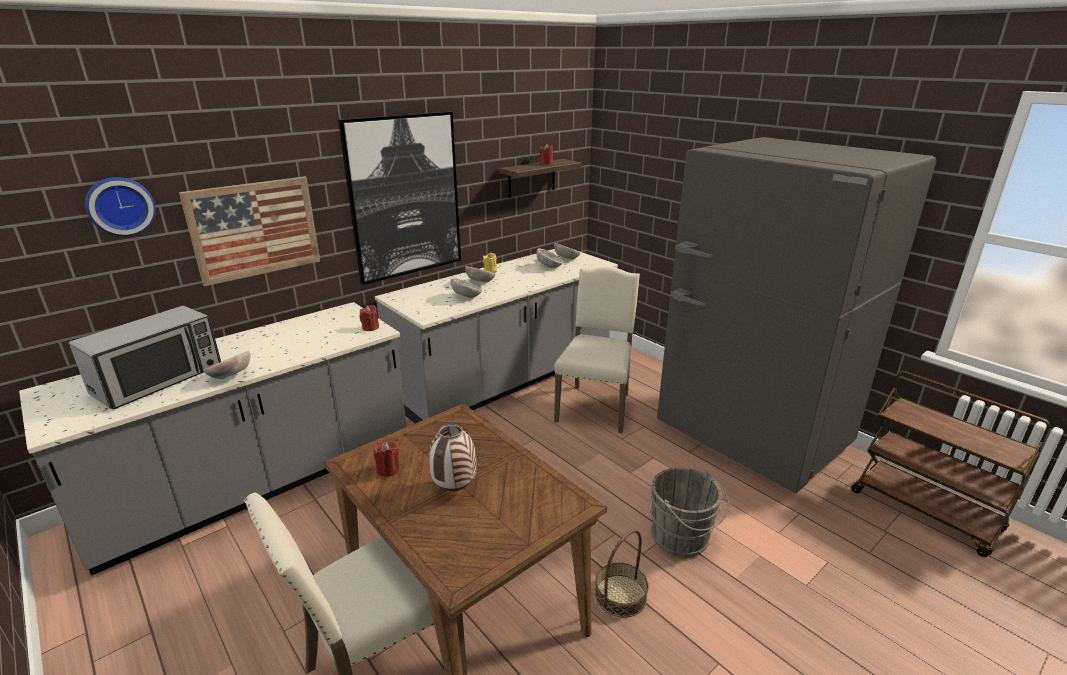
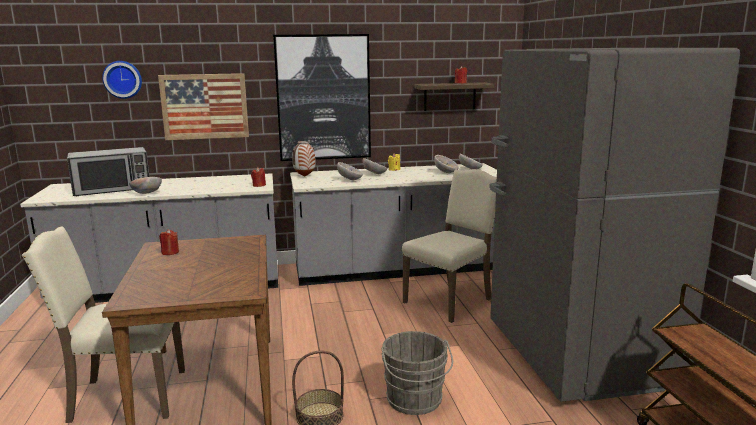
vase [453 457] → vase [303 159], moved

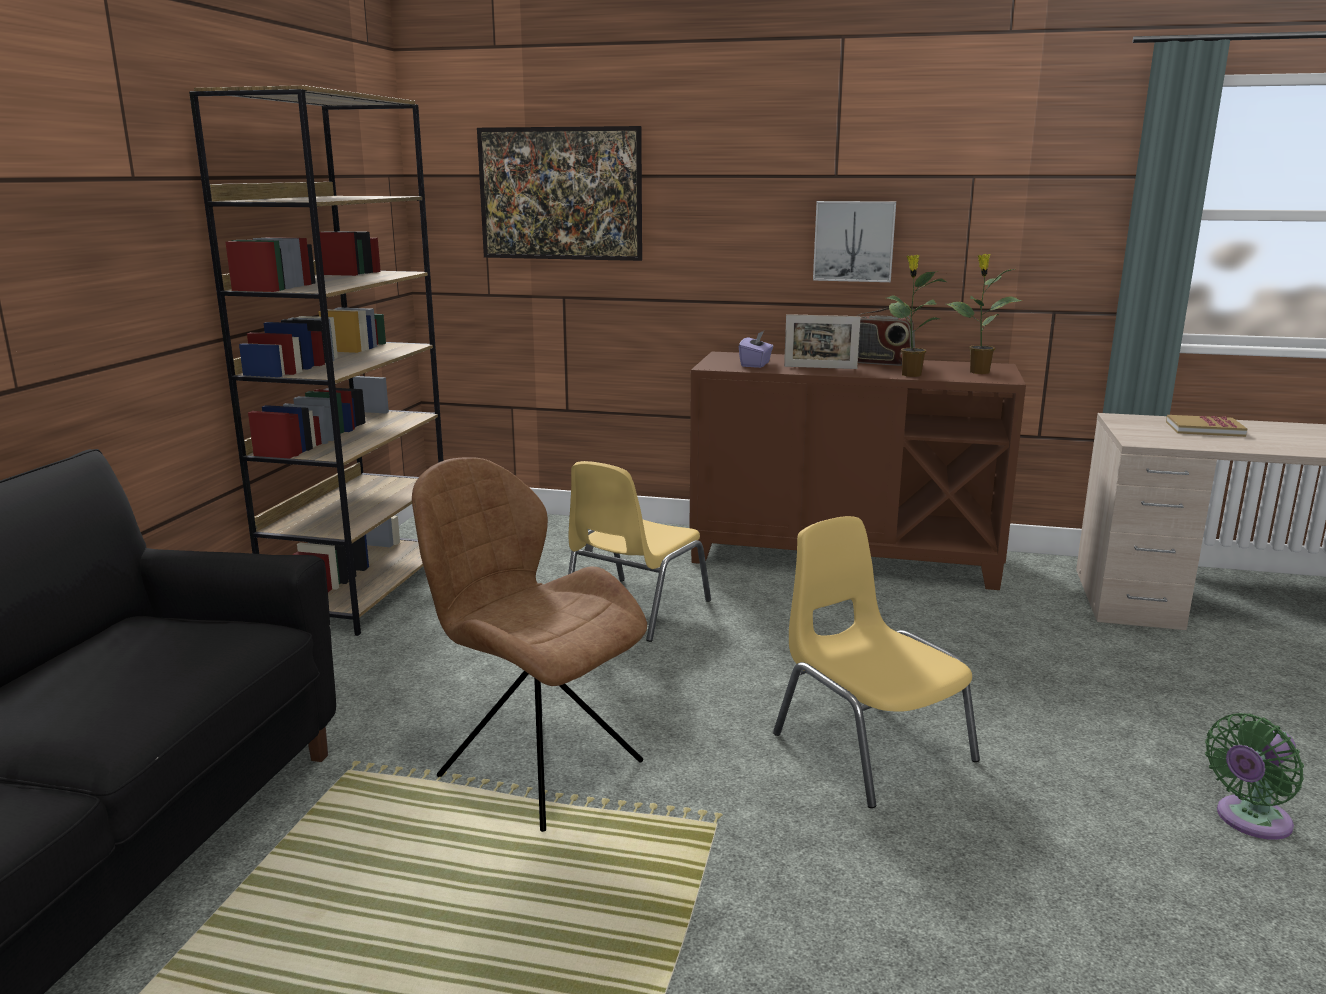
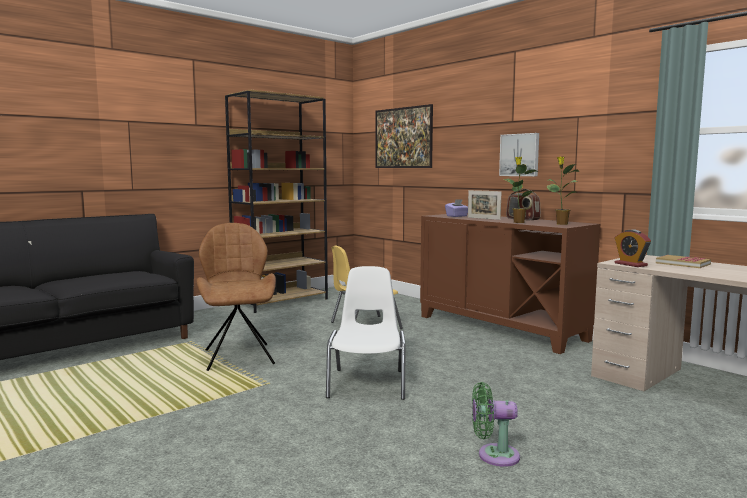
chair (yellow) [876 662] → chair (white) [365 333]
- → alarm clock [633 248]

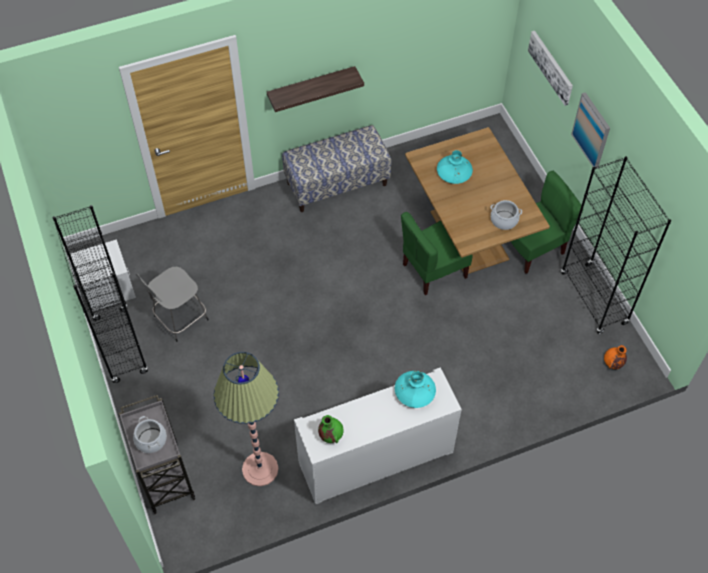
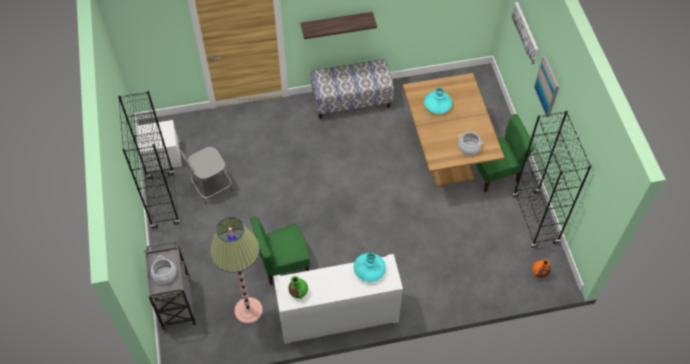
chair (green) [437 253] → chair (green) [280 251], moved

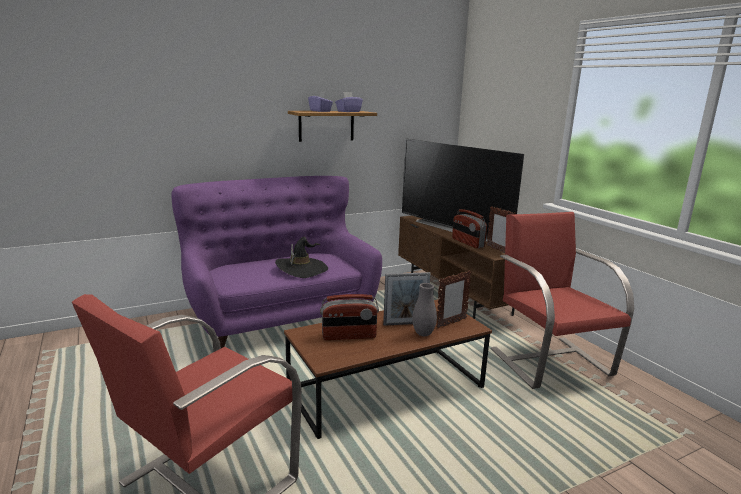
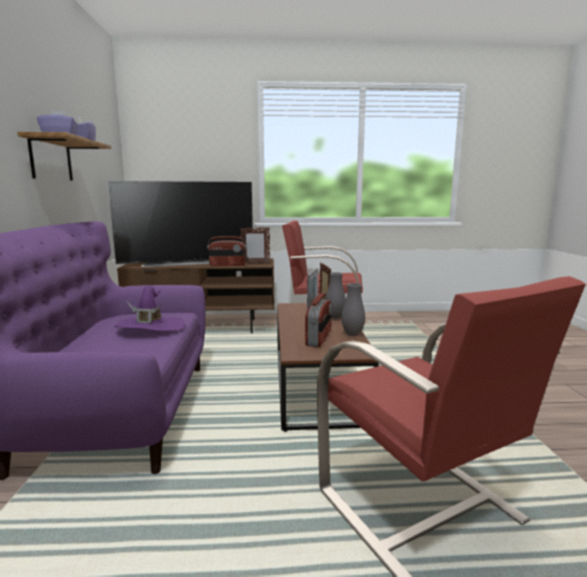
hat (black) [301 257] → hat (purple) [149 308]
- → vase (grey) [353 309]

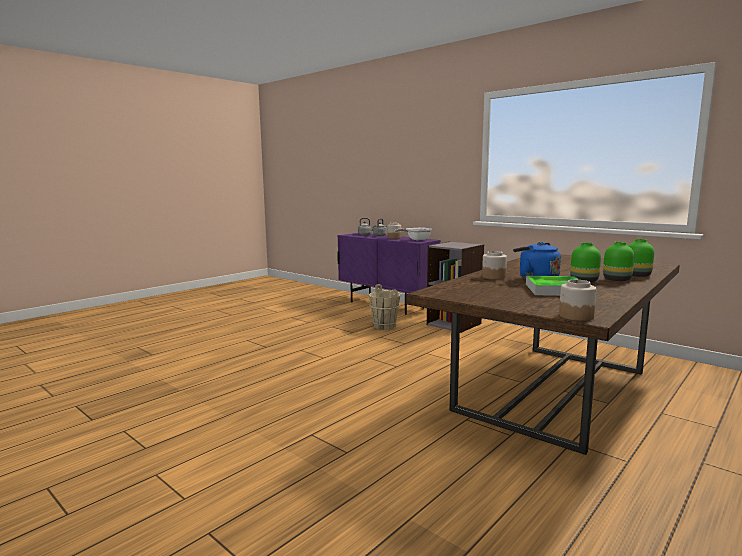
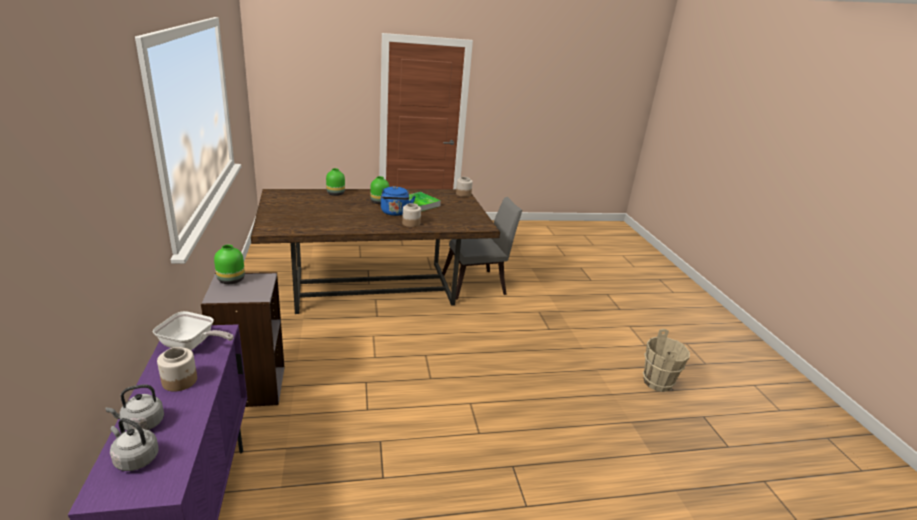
vase (green) [618 261] → vase (green) [229 264], moved
- → chair (grey) [482 248]
bucket (beige) [384 307] → bucket (beige) [666 360], moved

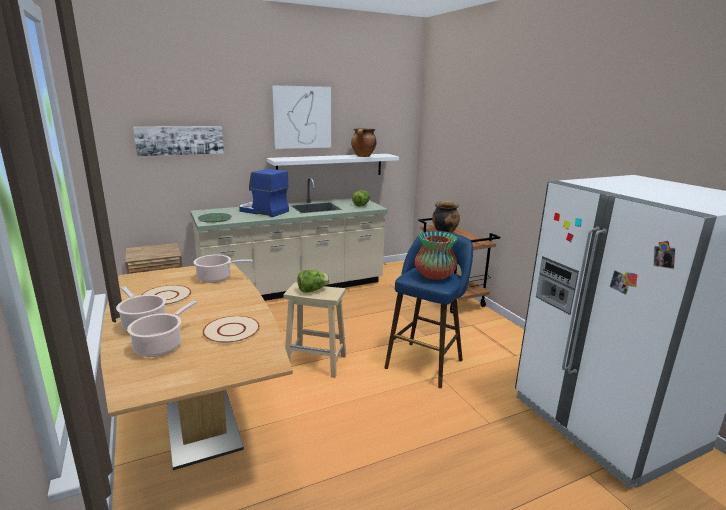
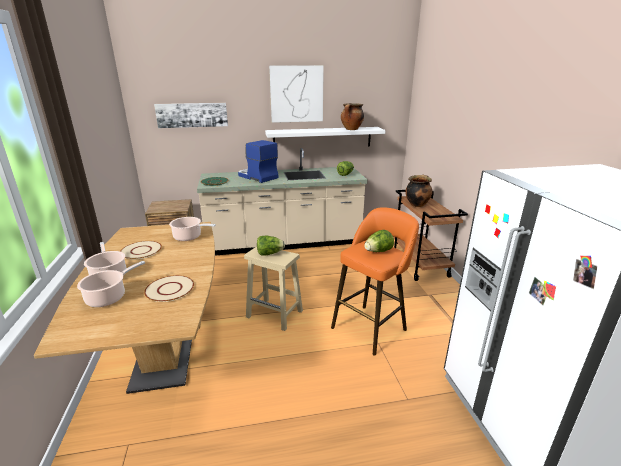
stool (blue) [428 309] → stool (orange) [375 281]
vase [436 255] → lettuce [379 241]

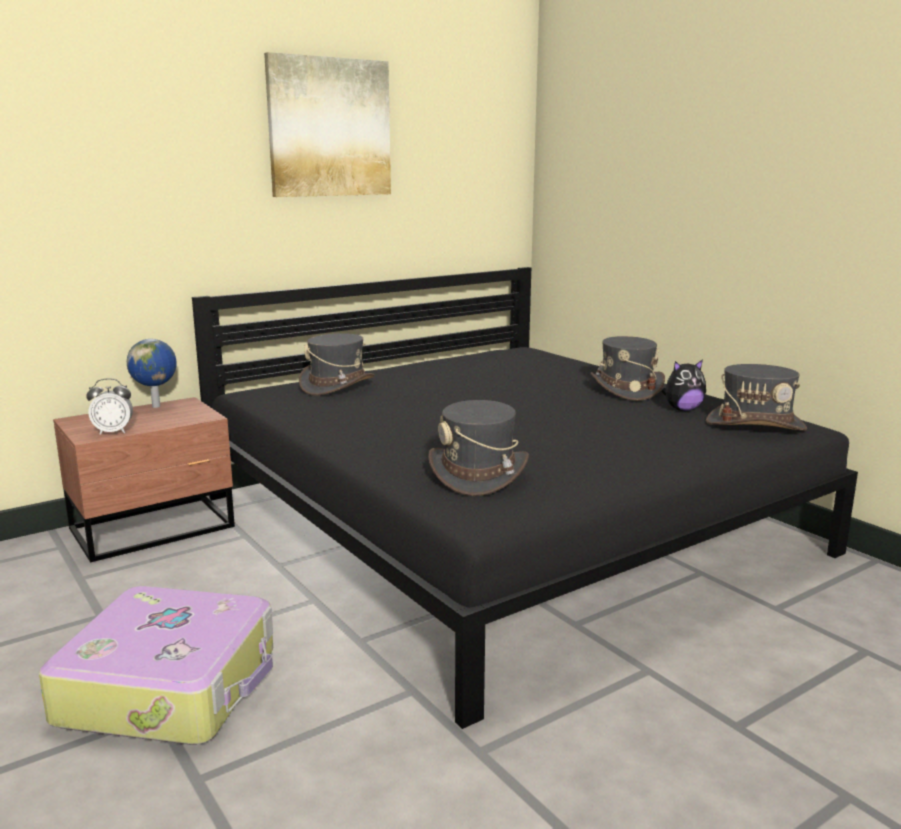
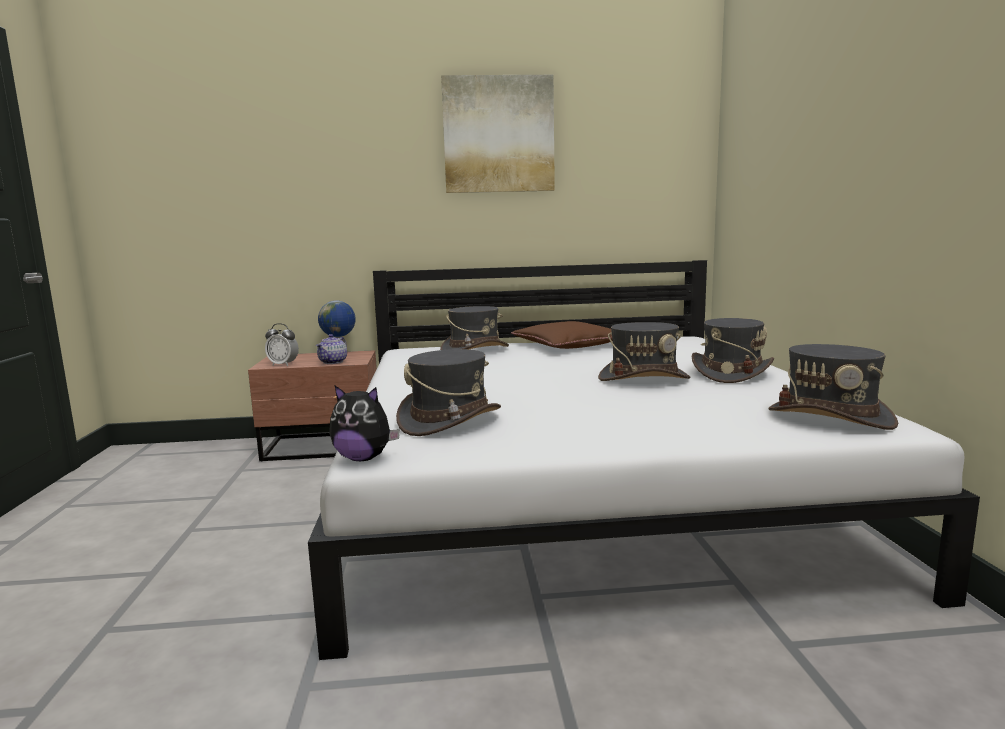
bed (black) [525 498] → bed (white) [644 460]
- → teapot [331 349]
plush toy [684 385] → plush toy [364 423], moved
- → pillow (brown) [562 335]
- → hat (grey) [644 351]
suitcase [156 665] → -

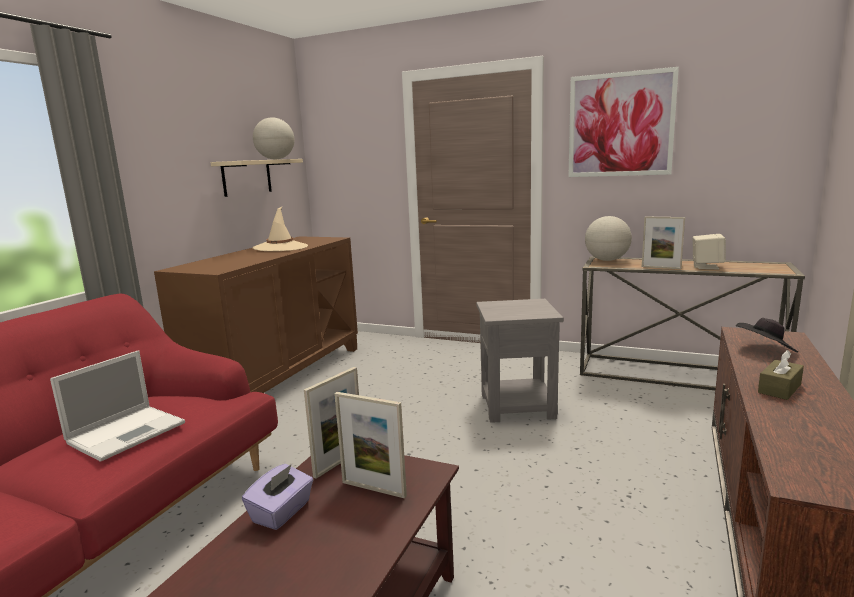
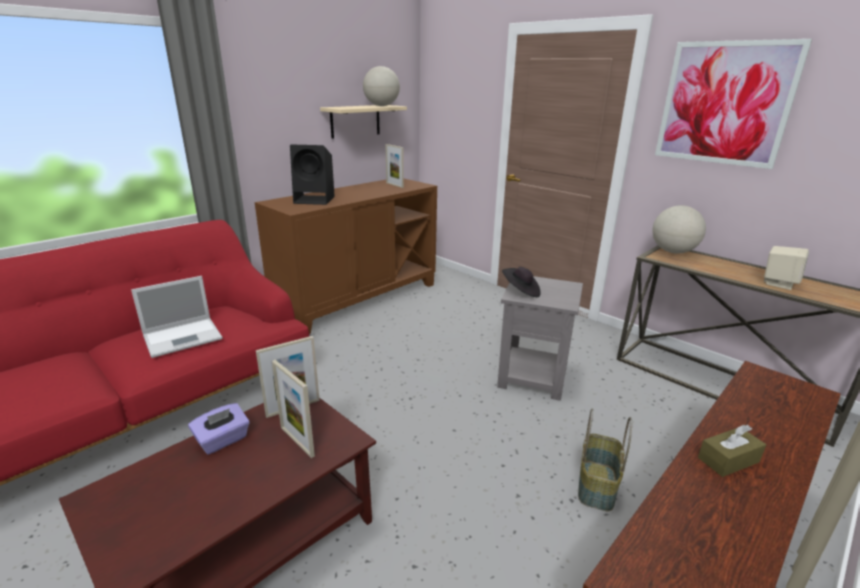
- → speaker (black) [312 174]
picture frame [663 243] → picture frame [395 166], moved
hat (black) [767 335] → hat (black) [521 282], moved
- → basket [605 460]
hat (beige) [280 228] → -

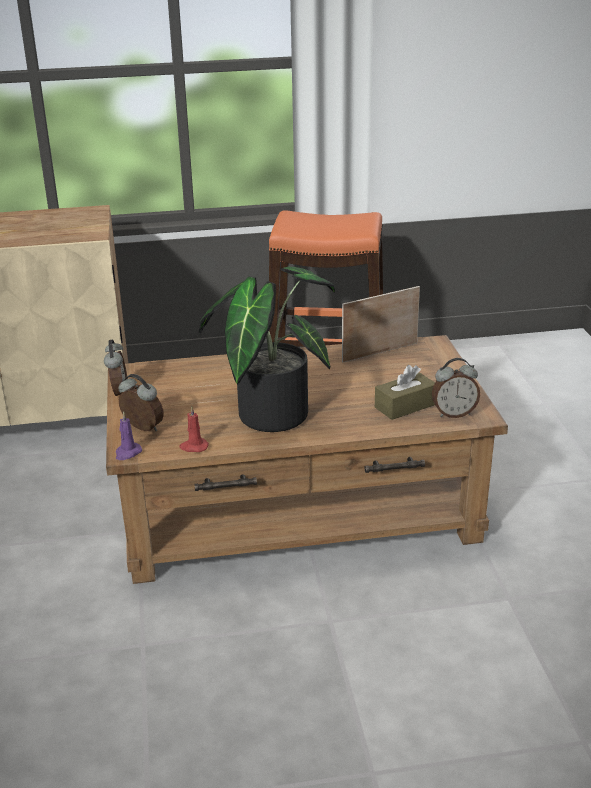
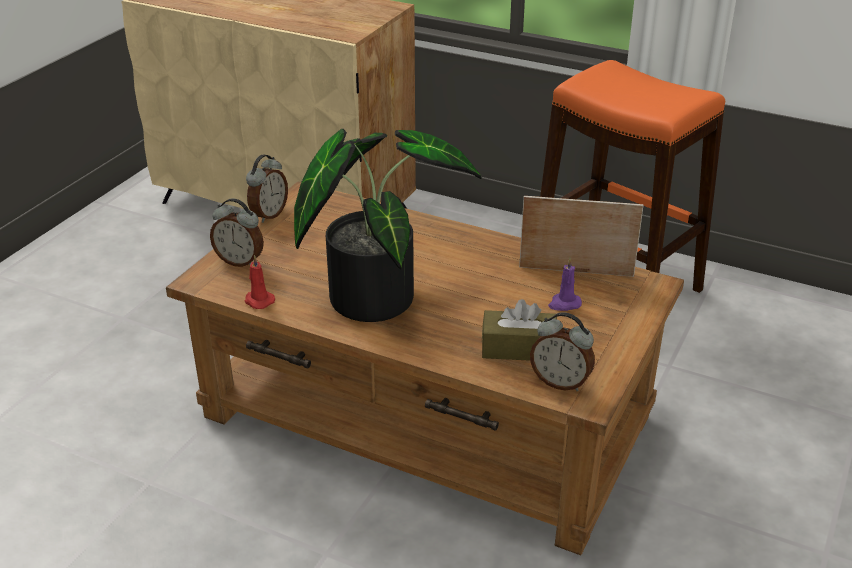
alarm clock [141 402] → alarm clock [237 232], 135 degrees clockwise
candle (purple) [128 435] → candle (purple) [565 284], moved

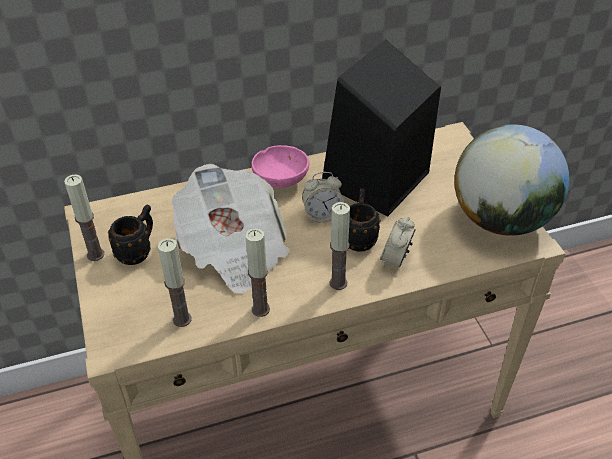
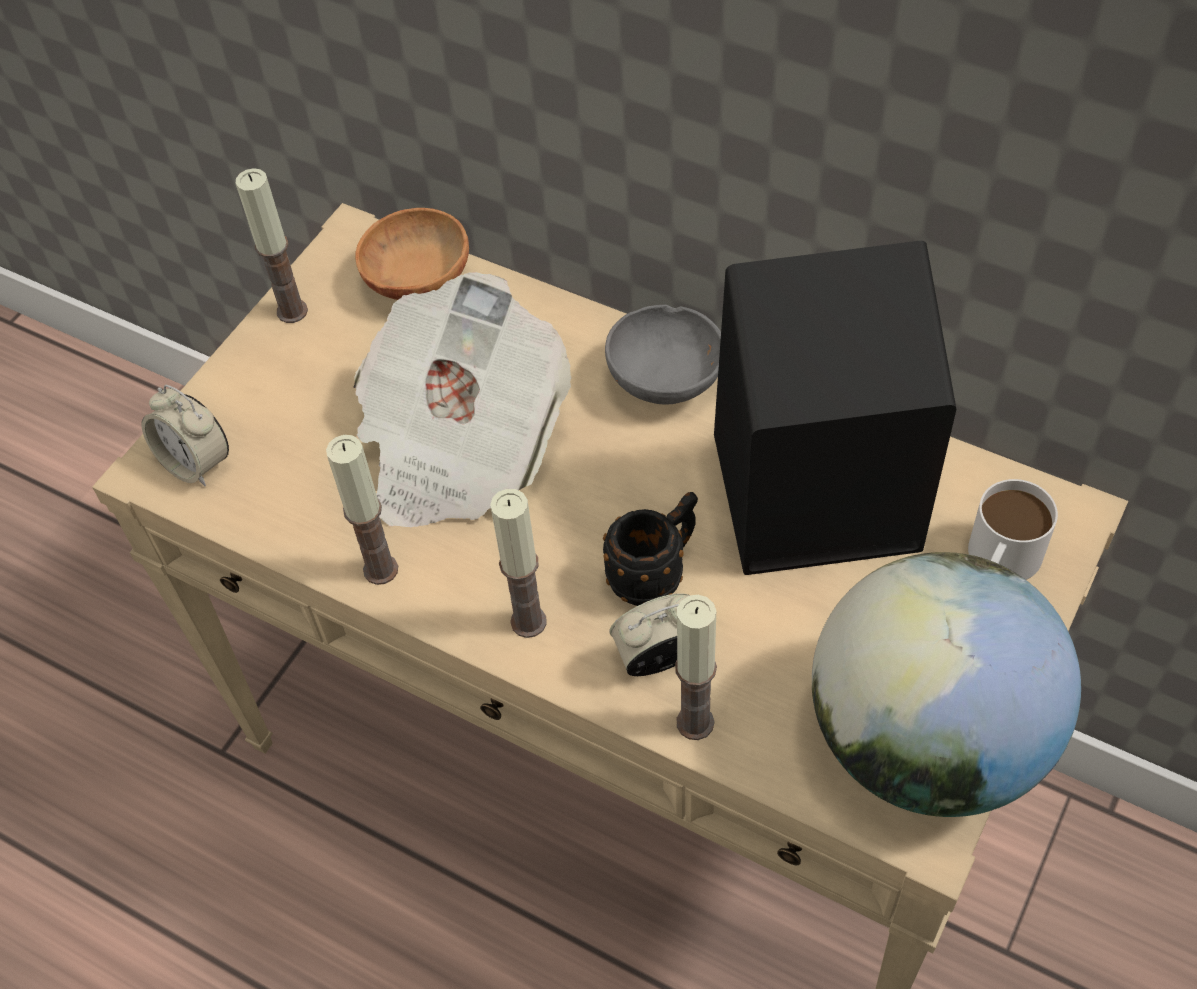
alarm clock [323 197] → alarm clock [185 435], moved
- → bowl (brown) [412 254]
bowl (pink) [280 166] → bowl (grey) [663 355]
candle [174 282] → candle [696 667], moved
- → mug (white) [1013 529]
mug (black) [130 234] → -

